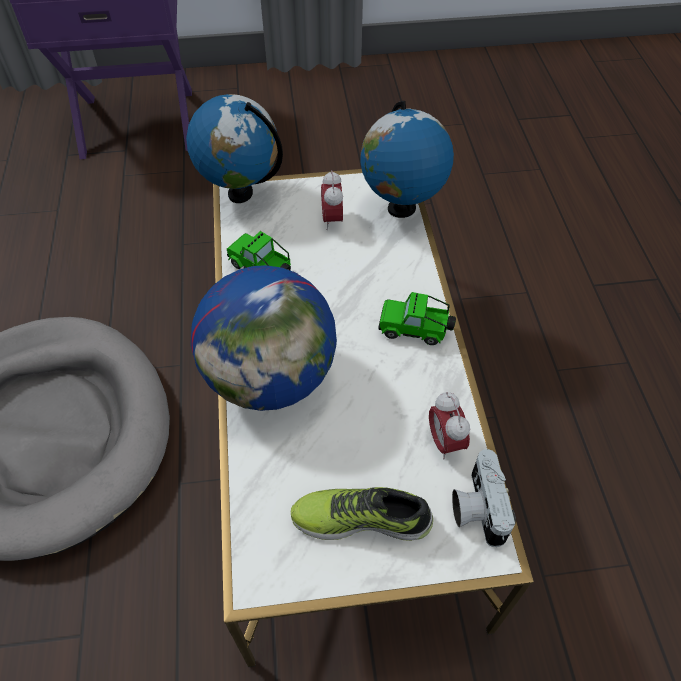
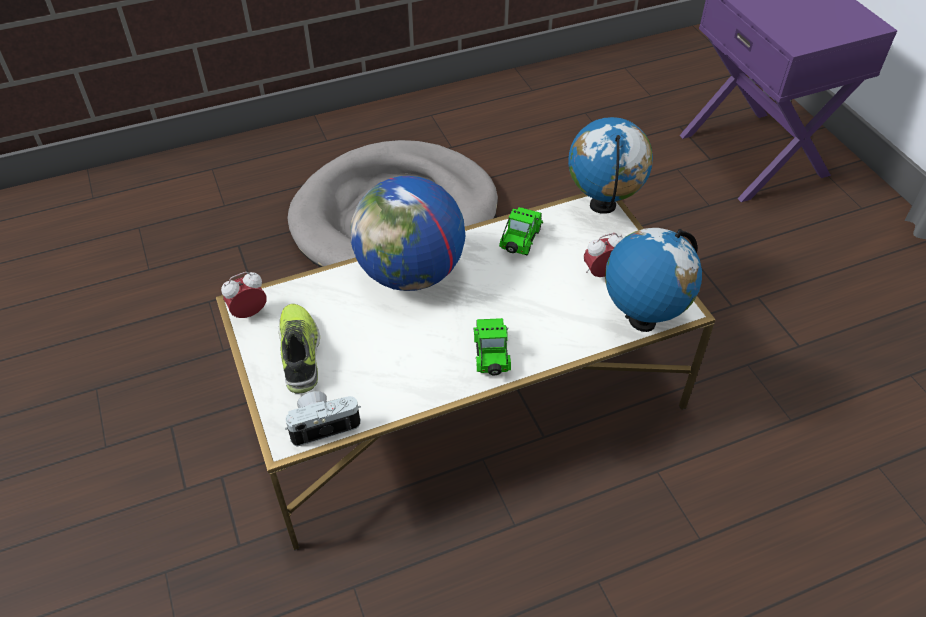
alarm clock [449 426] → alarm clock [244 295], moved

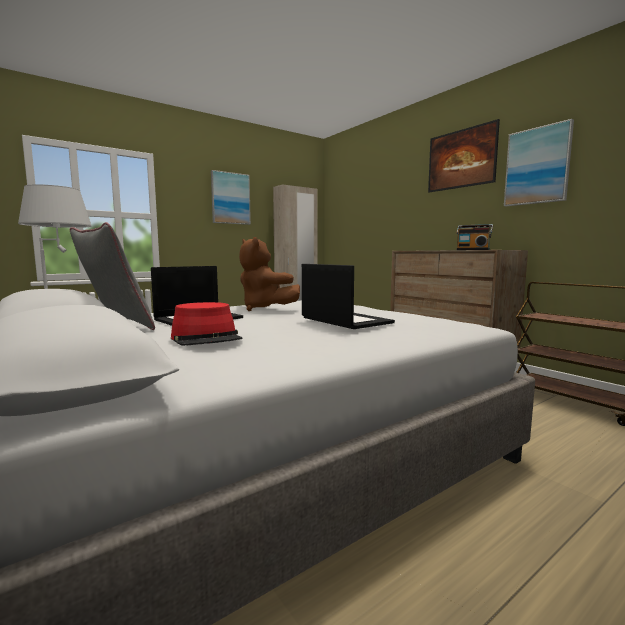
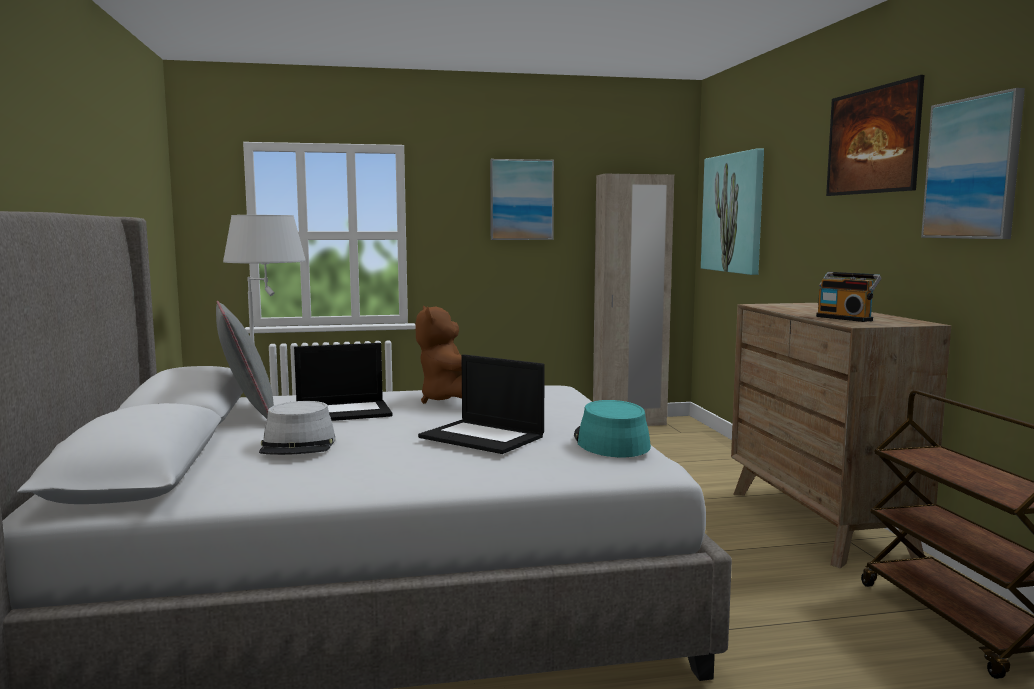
hat (red) [206 324] → hat (grey) [297 428]
laptop [348 296] → laptop [481 404], 135 degrees clockwise
- → hat (turquoise) [612 428]
- → picture [732 211]

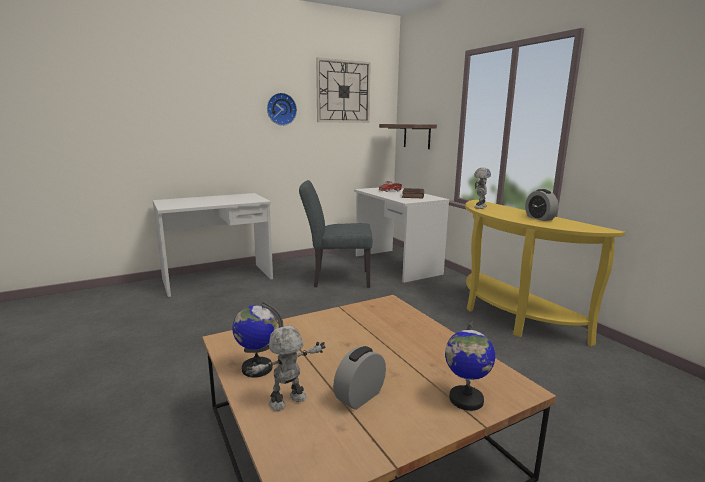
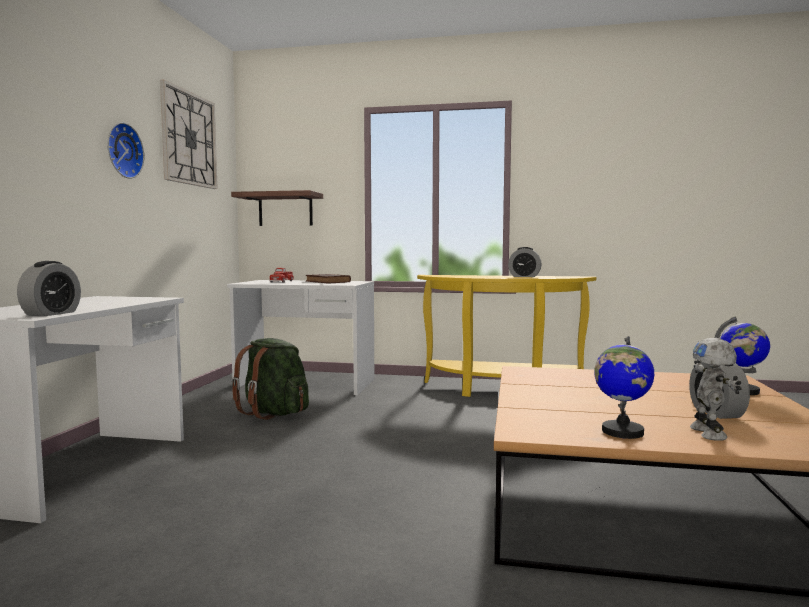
- → alarm clock [49 288]
chair (grey) [335 234] → backpack (green) [270 379]
toy robot [482 188] → -

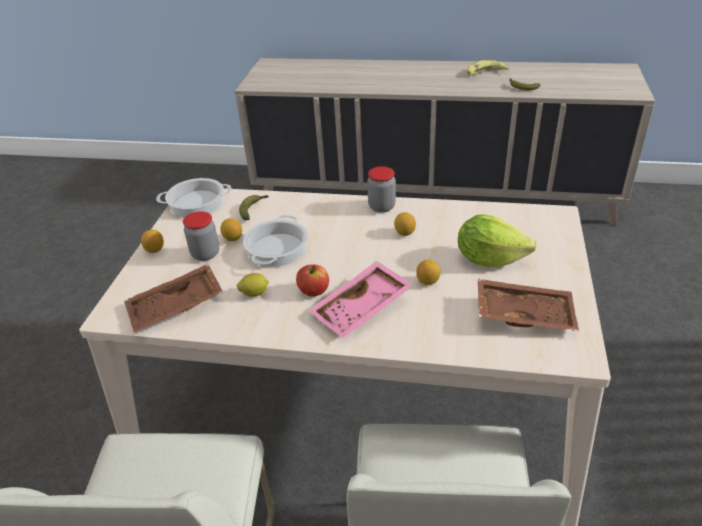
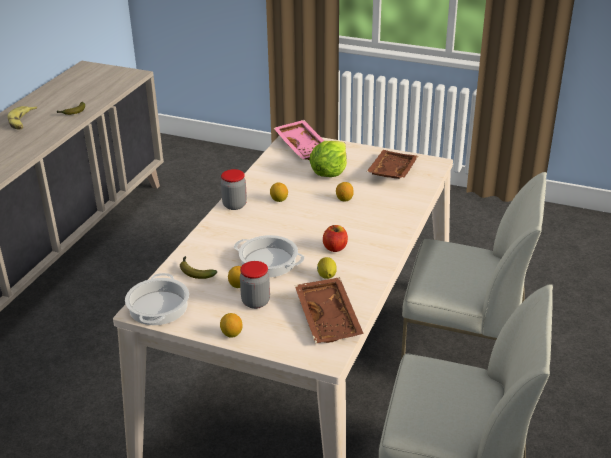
tray (pink) [360 299] → tray (pink) [299 140], moved

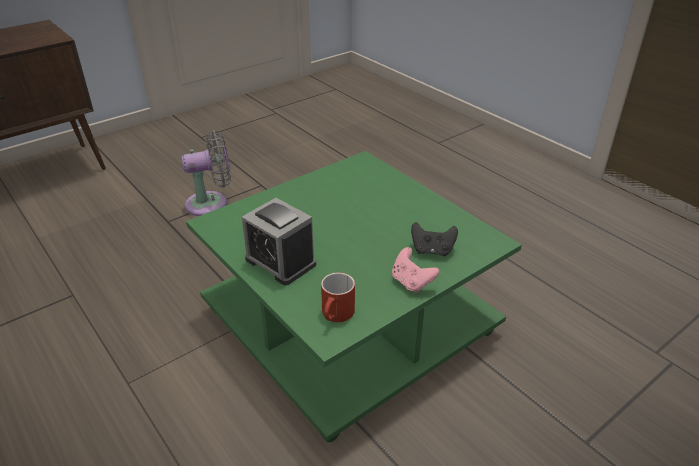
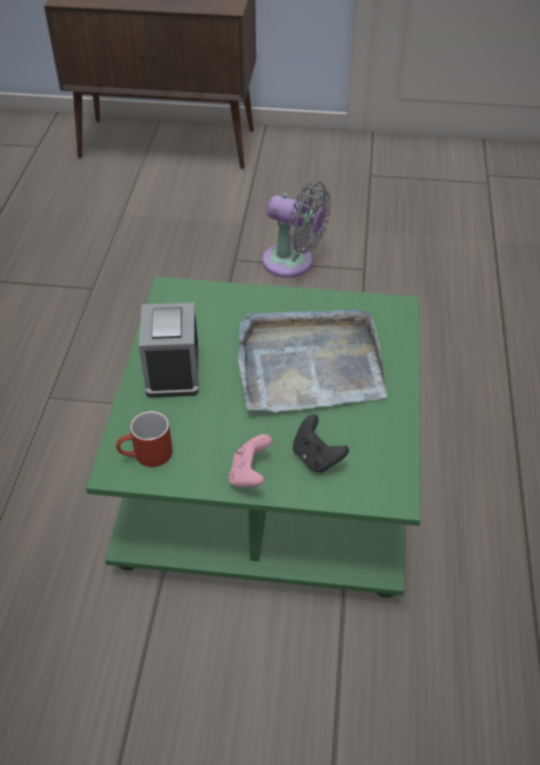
- → tray (grey) [312 360]

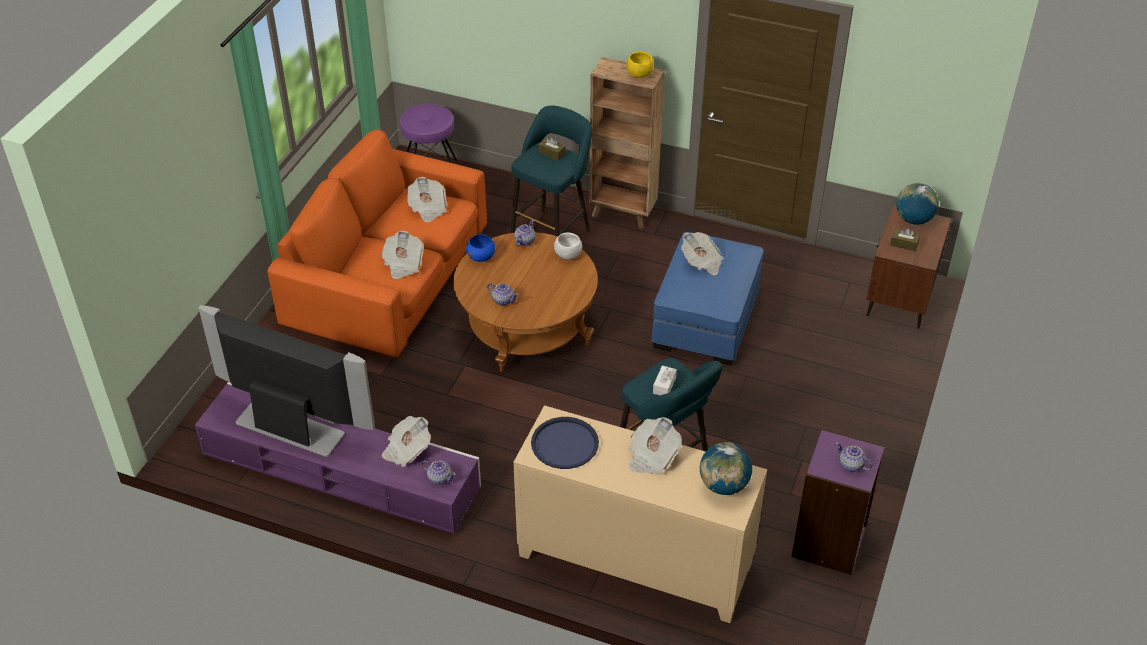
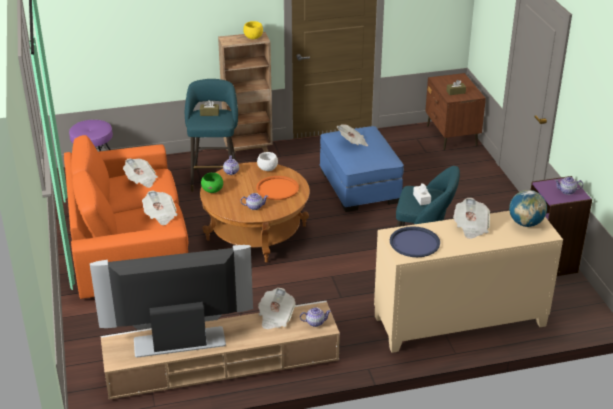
tv stand (purple) [338 458] → tv stand (beige) [220 350]
bowl (blue) [480 248] → bowl (green) [212 183]
- → tray (orange) [277 188]
globe [917 204] → -

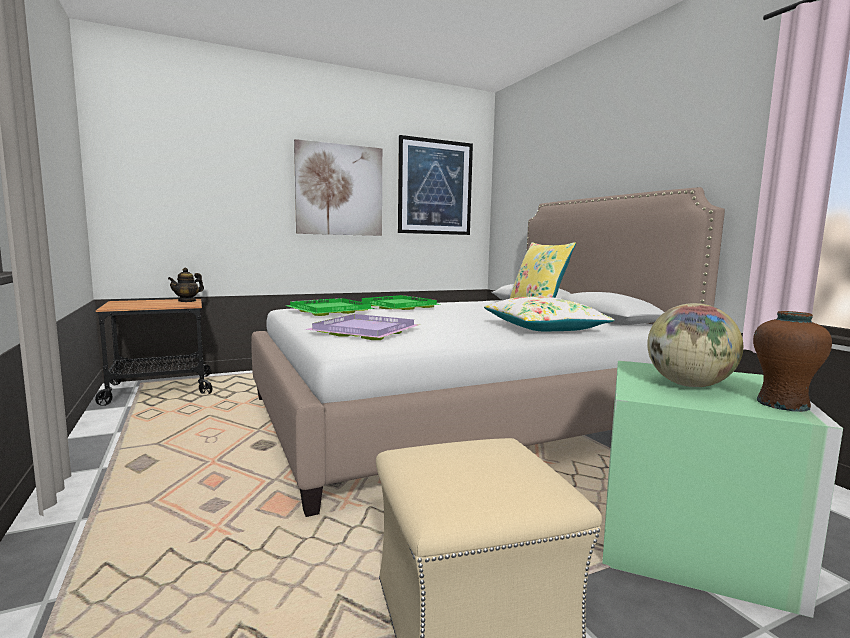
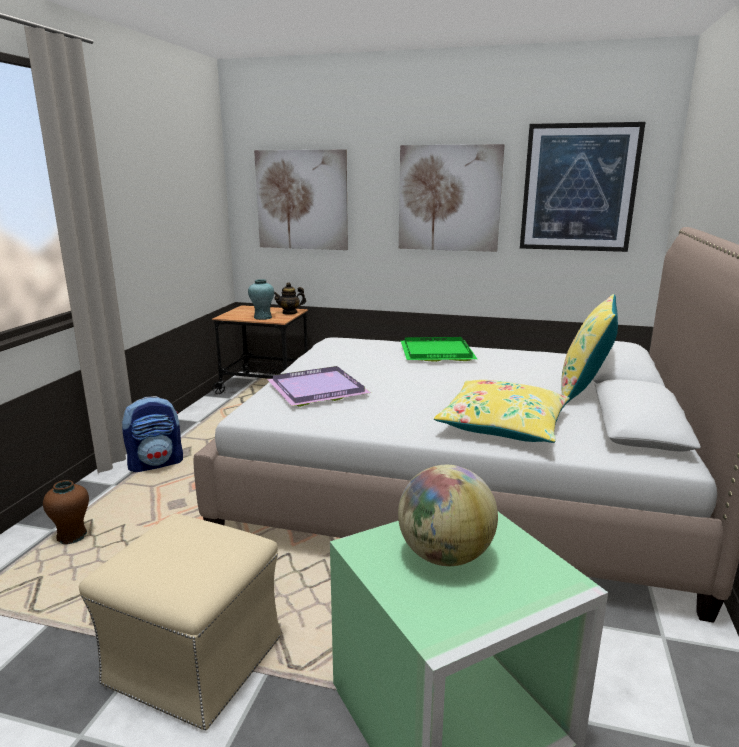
vase (brown) [792 361] → vase (brown) [66 512], moved
- → backpack [152 434]
- → vase (turquoise) [261 299]
- → picture [301 200]
pillow (white) [549 314] → pillow (yellow) [502 411]
tray (green) [331 307] → -

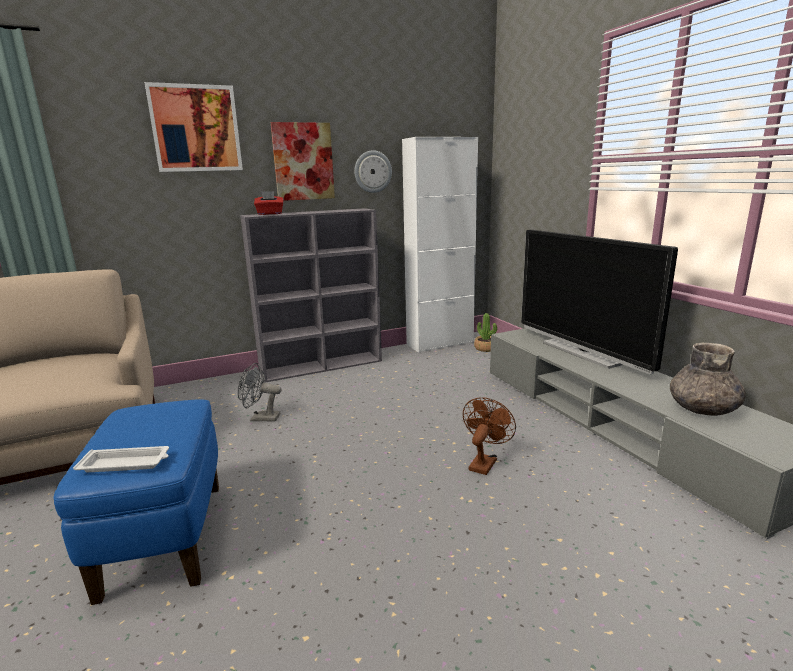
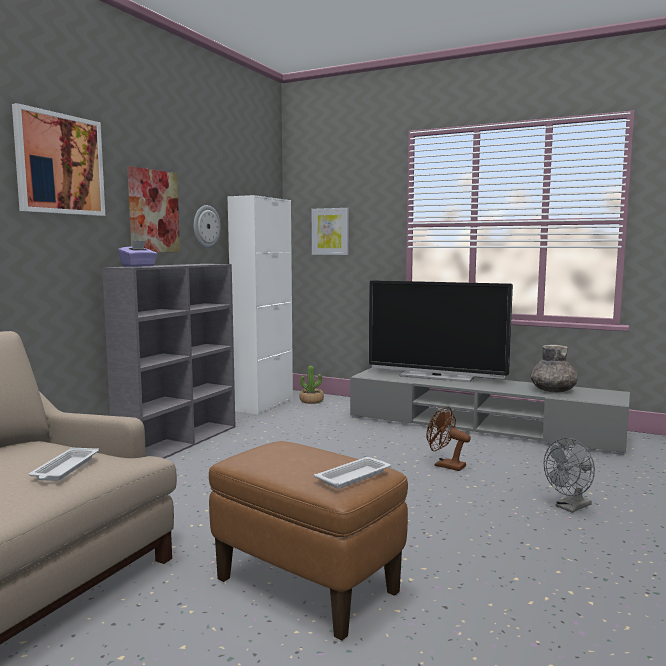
- → tray (white) [64 464]
tissue box (red) [269 203] → tissue box (purple) [137 253]
ottoman (blue) [136 502] → ottoman (brown) [308 541]
- → picture [330 231]
fan (brown) [489 436] → fan (brown) [448 438], 45 degrees counterclockwise
fan (grey) [260 392] → fan (grey) [569 475], moved

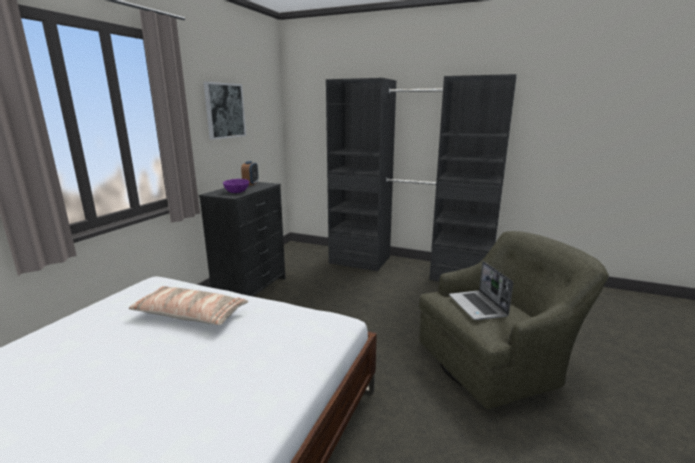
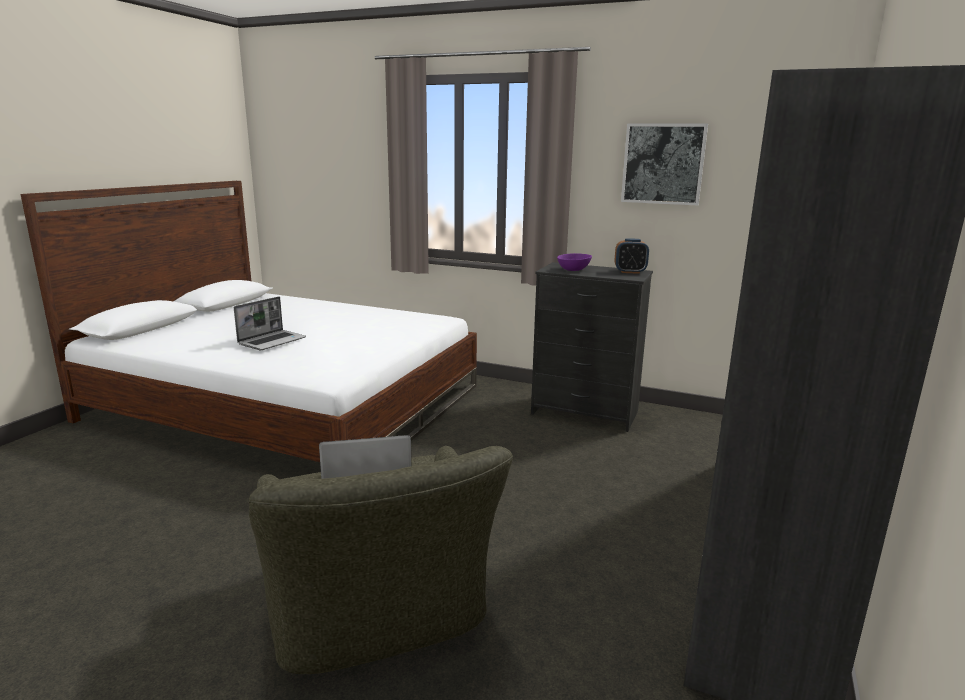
- → laptop [270 323]
pillow [188 305] → -

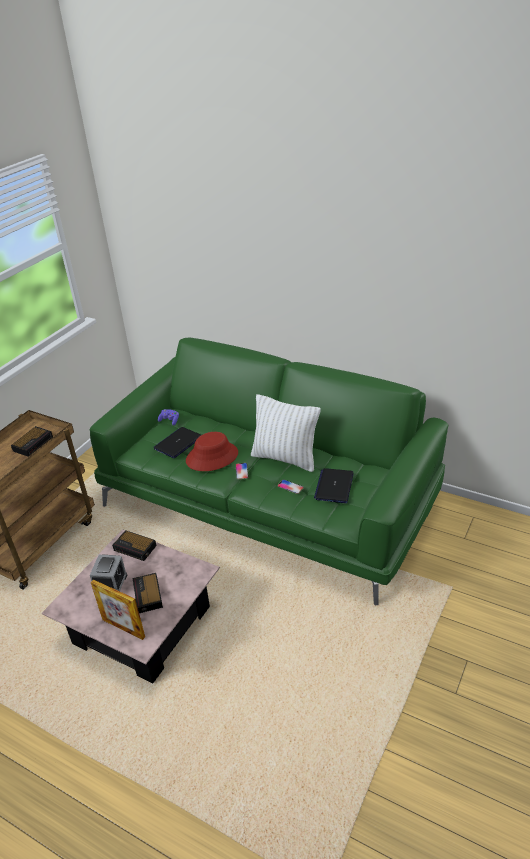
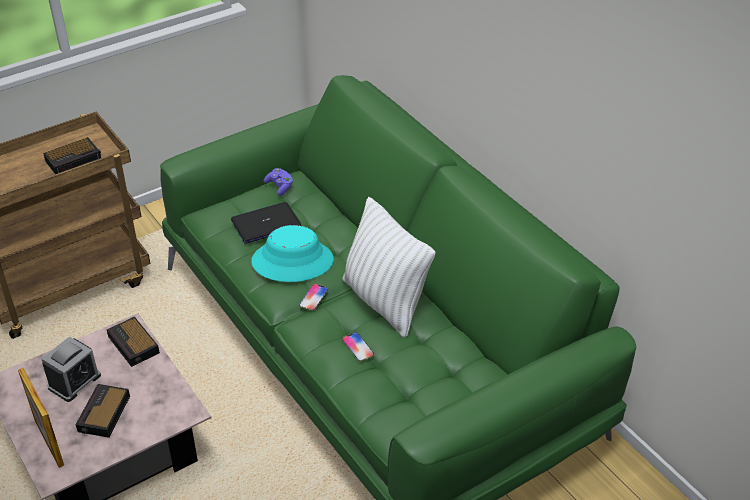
hat (red) [212 451] → hat (turquoise) [292 253]
laptop [334 485] → -

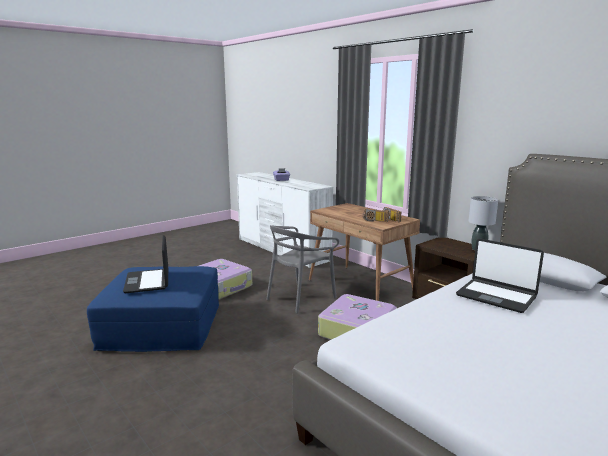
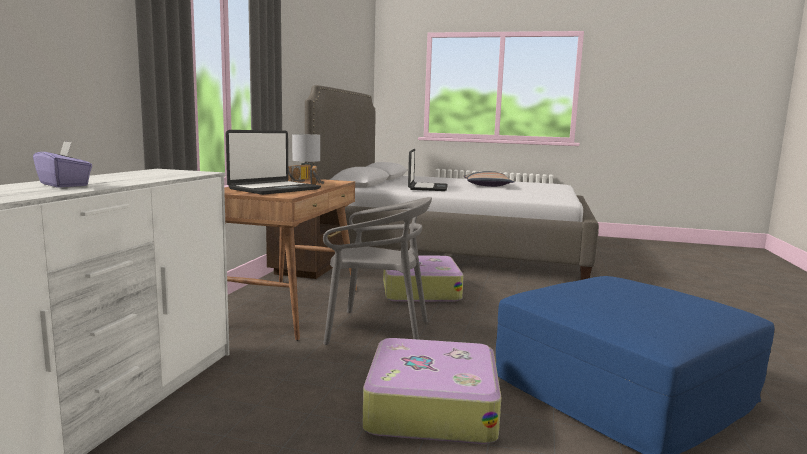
laptop [145 264] → laptop [273 162], moved
- → pillow [488 179]

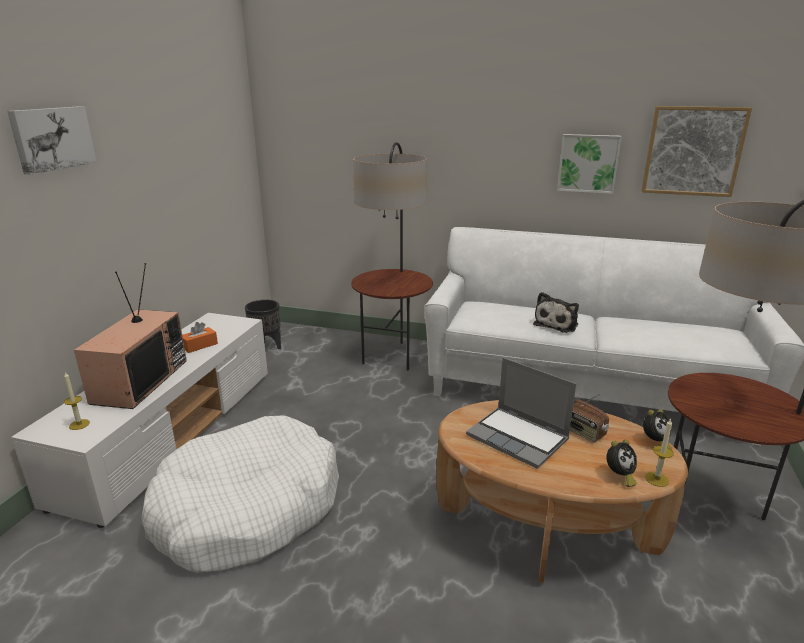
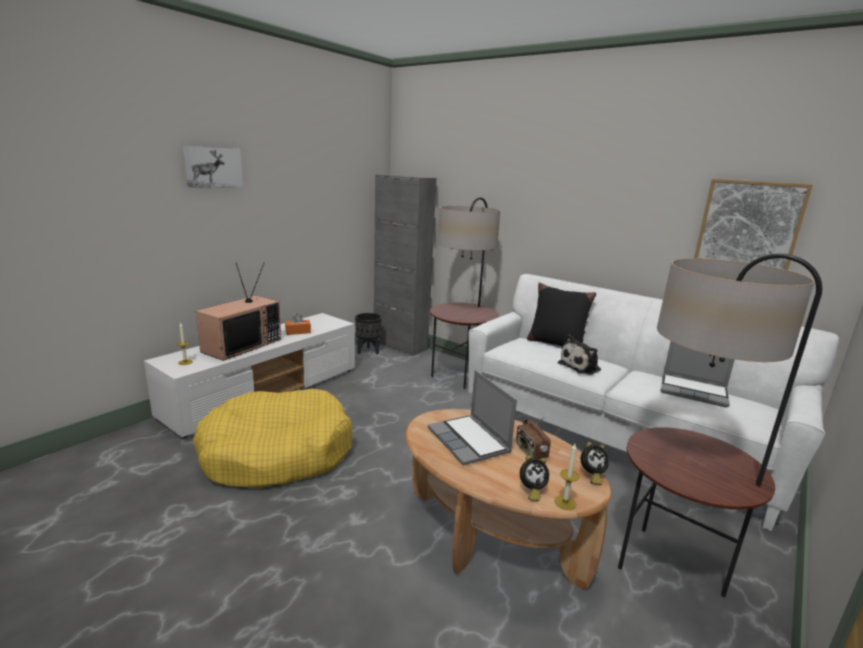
dog bed (white) [240 494] → dog bed (yellow) [272 438]
- → cabinet (grey) [405 265]
- → pillow (black) [561 314]
- → laptop [697 374]
picture [589 164] → -

